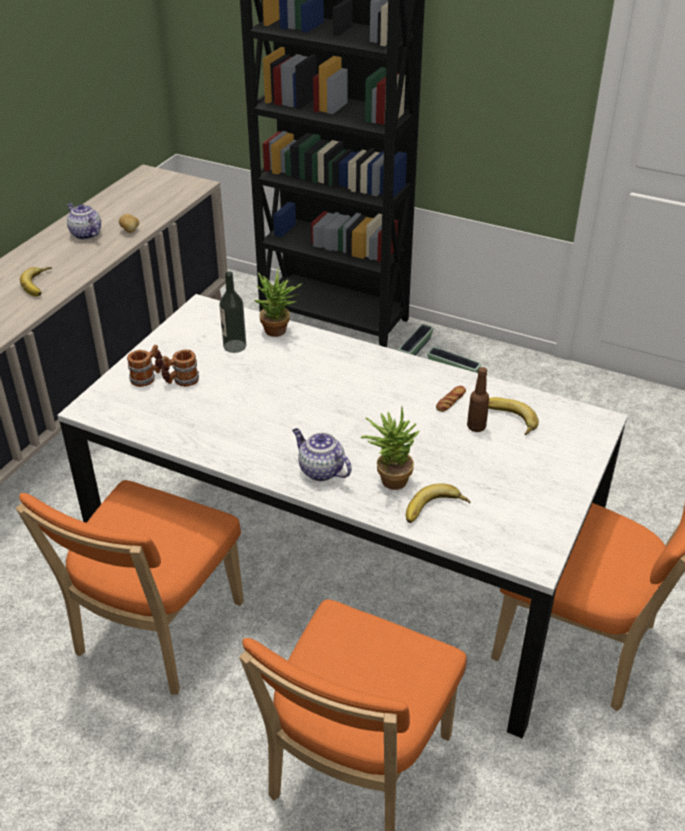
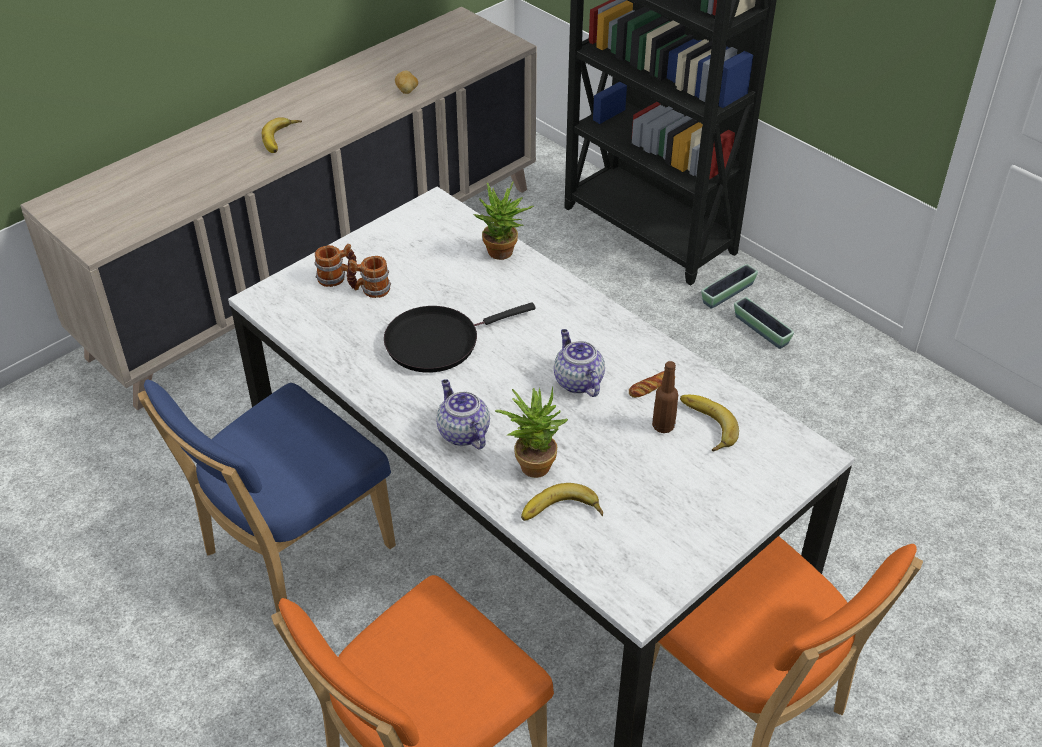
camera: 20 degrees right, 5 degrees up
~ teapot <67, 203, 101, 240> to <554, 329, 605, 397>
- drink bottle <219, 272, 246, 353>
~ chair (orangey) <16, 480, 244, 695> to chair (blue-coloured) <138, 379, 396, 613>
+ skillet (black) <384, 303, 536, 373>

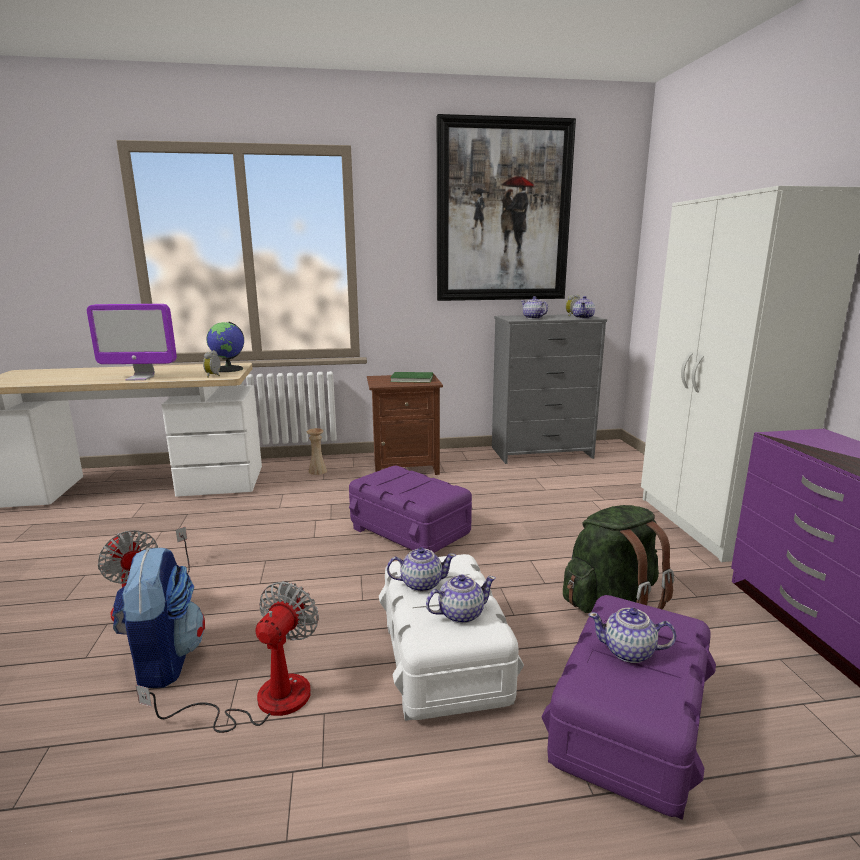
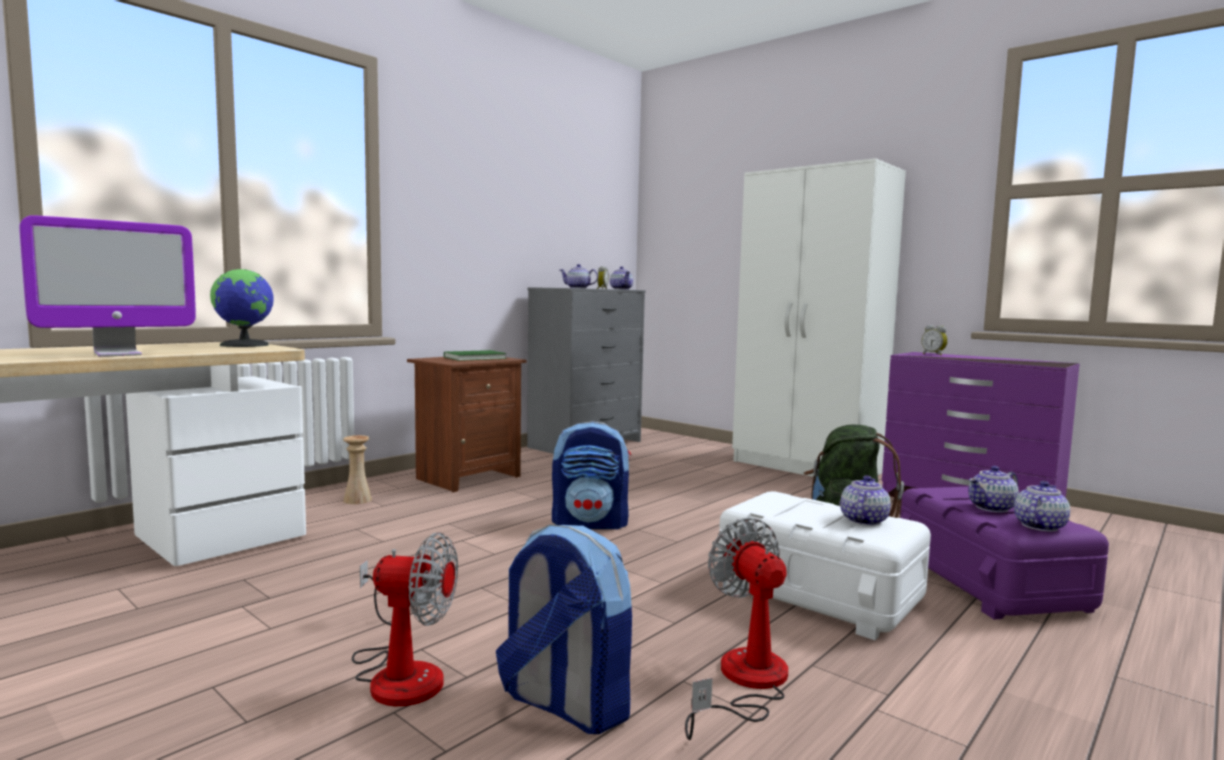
camera: 40 degrees left, 10 degrees down
- wall picture <437, 114, 576, 301>
~ bedside clock <203, 350, 220, 378> to <922, 325, 948, 356>
~ storage box (purple) <349, 466, 472, 553> to backpack <552, 421, 631, 530>
~ teapot <387, 547, 456, 592> to <1014, 481, 1070, 532>

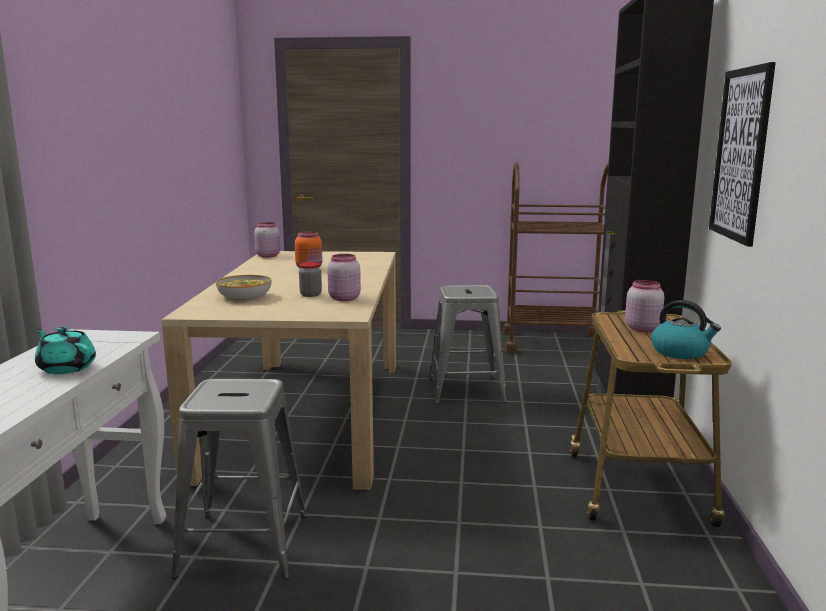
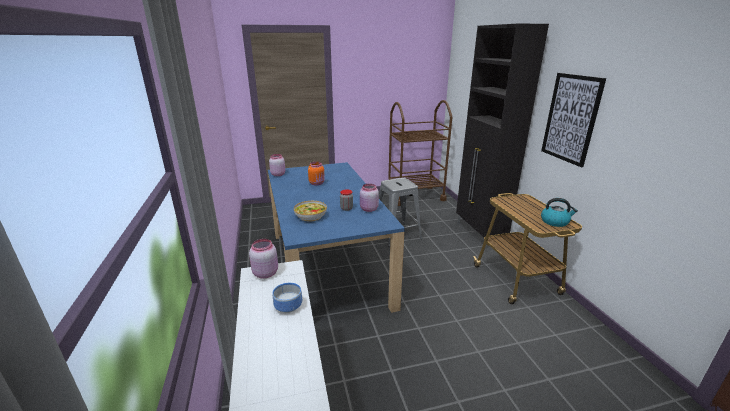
camera: 20 degrees left, 10 degrees up
~ dining table (sand-coloured) <162, 251, 396, 490> to dining table (blue-coloured) <268, 162, 405, 313>
~ preserve jar (pink-coloured) <625, 280, 664, 332> to <249, 239, 278, 279>
~ teapot (turquoise) <35, 327, 96, 374> to bowl <272, 283, 302, 313>
- stool seat (grey) <171, 379, 307, 579>

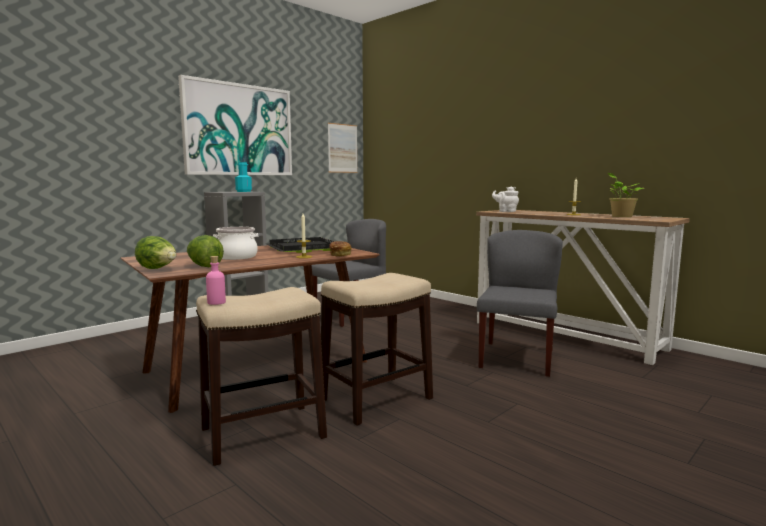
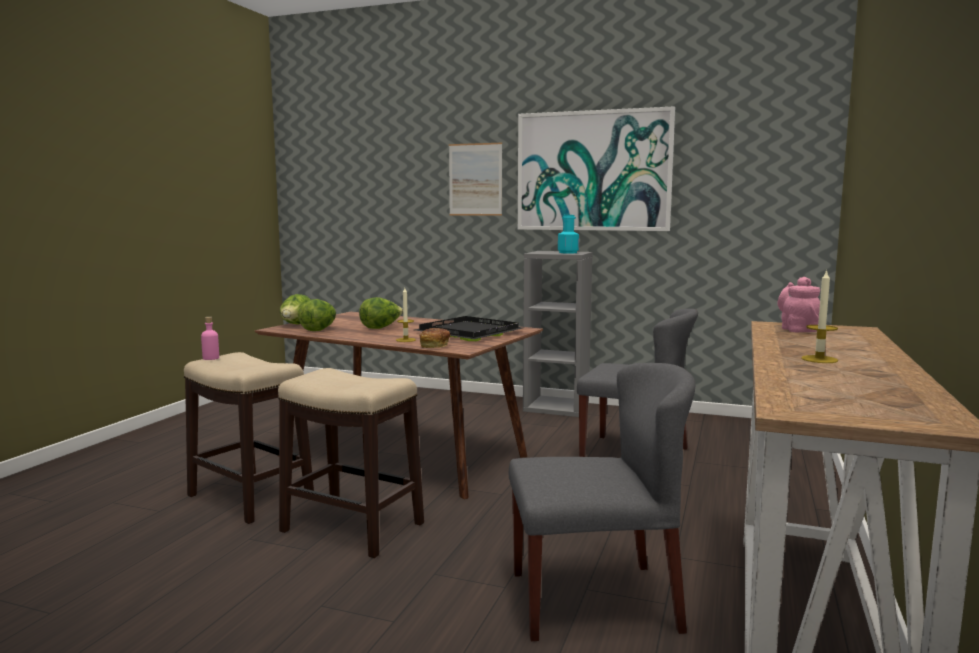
camera: 65 degrees right, 0 degrees up
~ wall picture <328, 123, 358, 173> to <449, 143, 502, 216>
- houseplant <608, 173, 644, 217>
~ teapot (whitish) <492, 187, 519, 212> to teapot (pink-coloured) <778, 277, 820, 332>
~ stockpot <213, 227, 258, 260> to head of lettuce <359, 297, 403, 329>

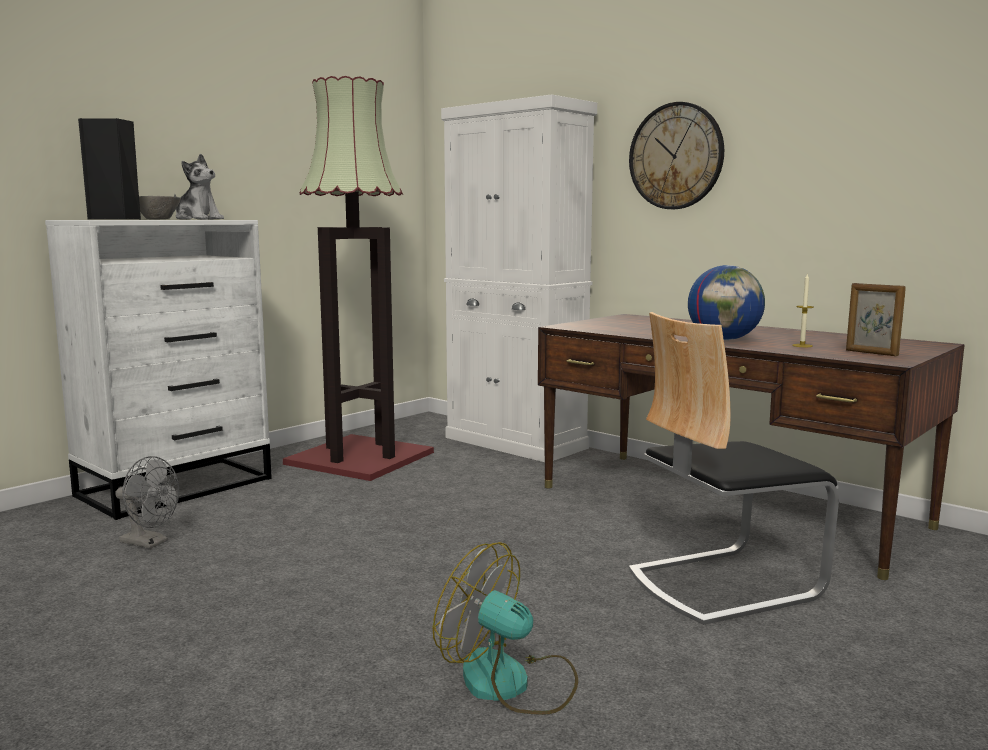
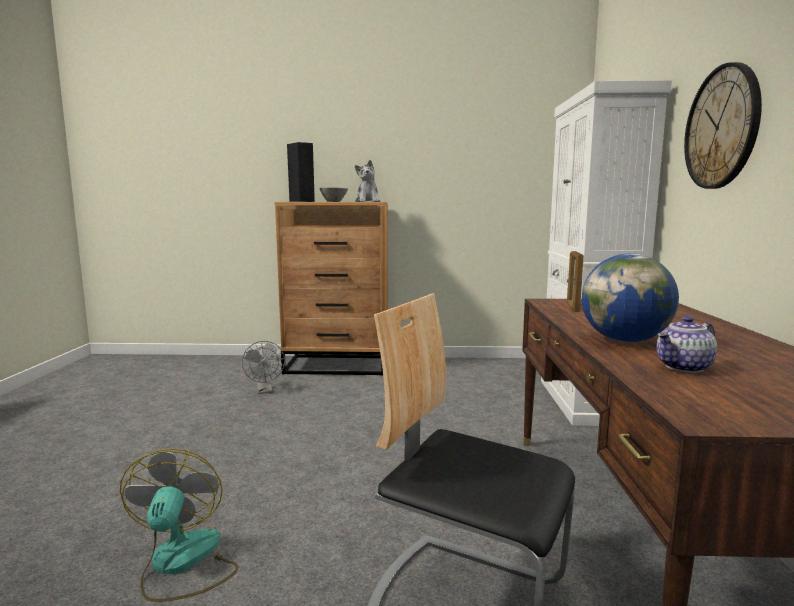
camera: 50 degrees right, 0 degrees up
- floor lamp <283, 76, 434, 481>
~ drawer chest (whitish) <45, 220, 272, 520> to drawer chest (brown-coloured) <275, 202, 388, 376>
~ wax candle <792, 273, 814, 347> to teapot <657, 316, 717, 373>
~ standing frame <846, 283, 906, 356> to <567, 251, 584, 312>

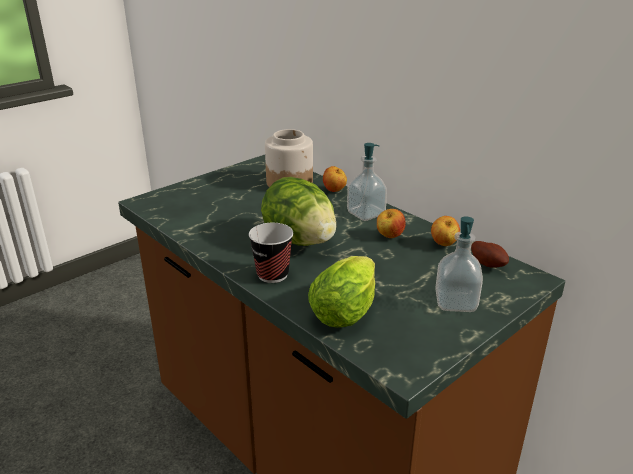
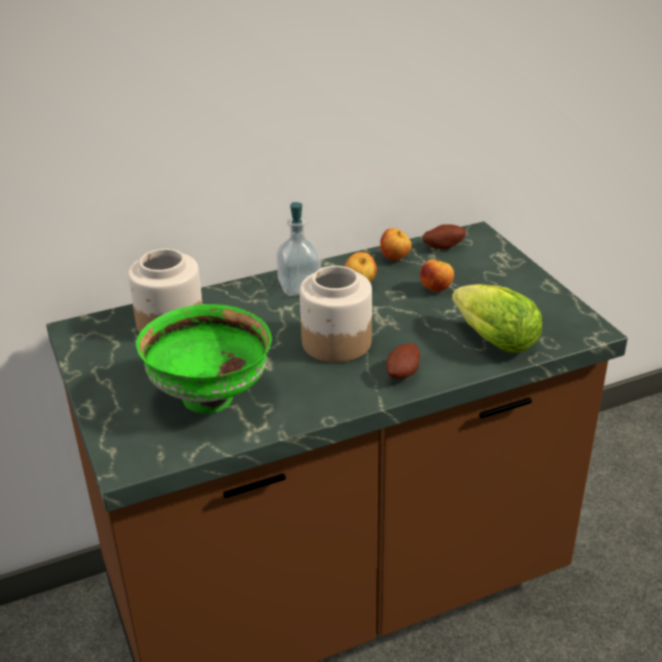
camera: 70 degrees left, 5 degrees up
~ whole apple <323, 166, 347, 192> to <420, 260, 454, 292>
~ head of lettuce <261, 177, 337, 246> to preserve jar <300, 266, 372, 363>
- soap dispenser <435, 216, 483, 312>
~ small cup <249, 223, 293, 283> to whole potato <386, 343, 420, 379>
+ bowl (green-coloured) <136, 304, 272, 414>

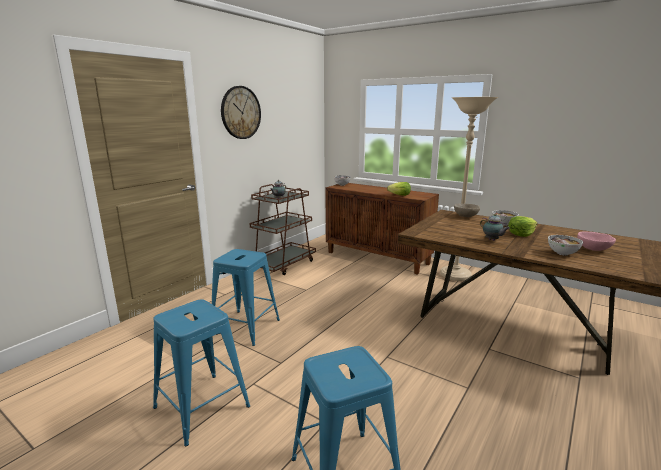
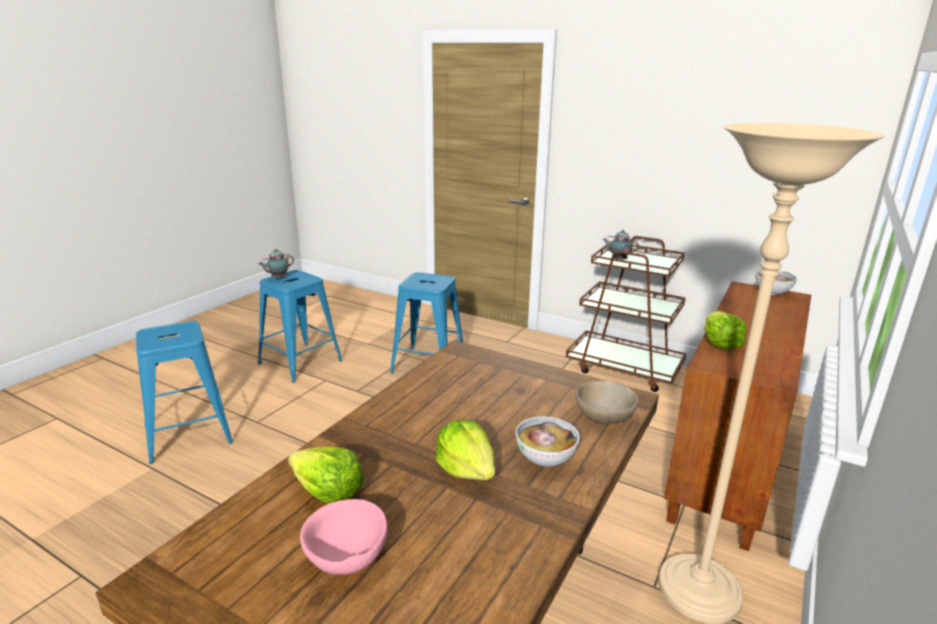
camera: 85 degrees right, 5 degrees up
- clock on the wall <221, 86, 261, 139>
~ teapot <480, 214, 510, 241> to <258, 249, 294, 279>
~ bowl <548, 235, 583, 255> to head of lettuce <288, 447, 364, 504>

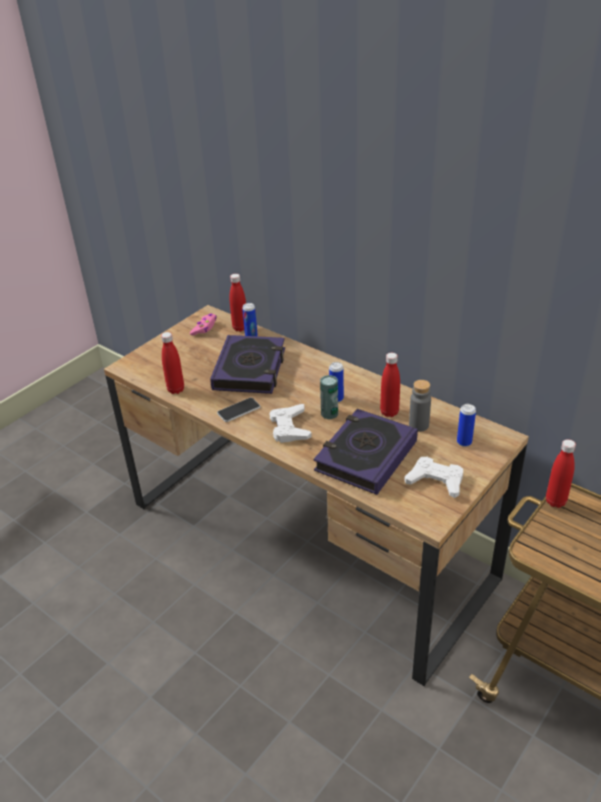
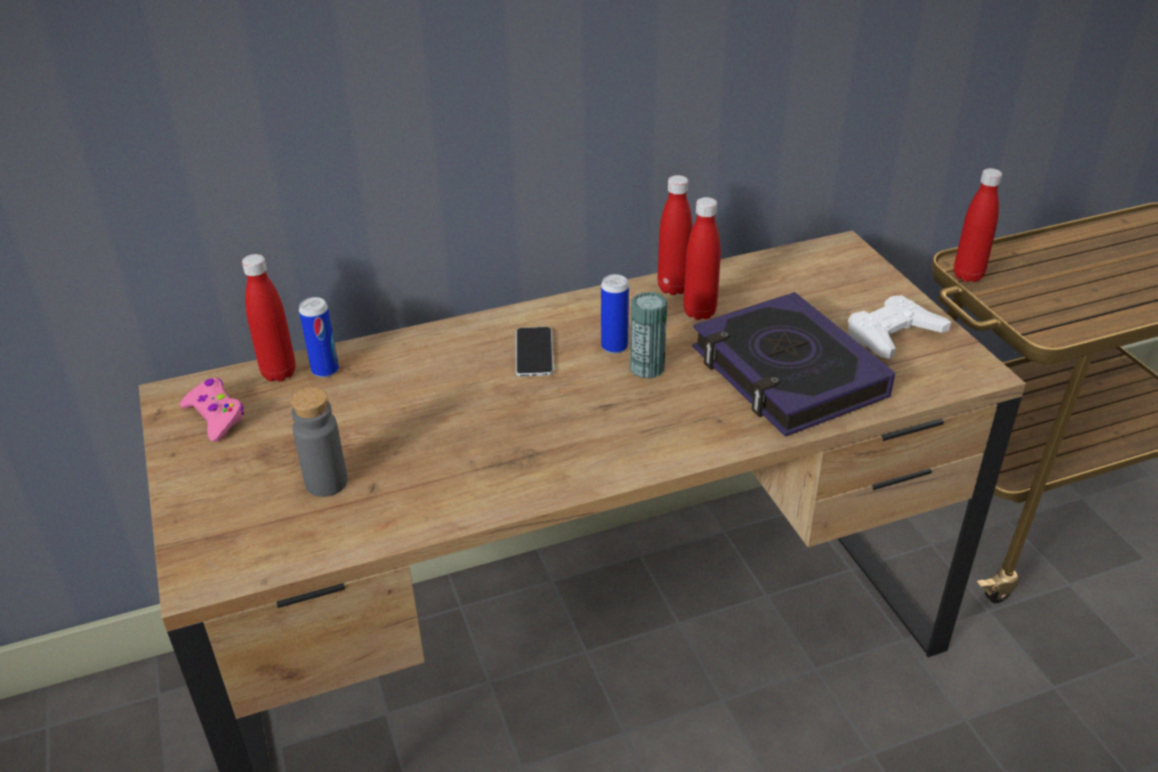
camera: 60 degrees left, 0 degrees up
~ drink bottle (reddish) <161, 332, 184, 394> to <658, 175, 693, 295>
- volume <210, 335, 285, 394>
~ drink bottle (grey) <409, 380, 431, 432> to <291, 387, 348, 497>
~ telephone <217, 397, 261, 422> to <516, 327, 554, 376>
- joypad (whitish) <269, 404, 312, 443>
- sealed can <457, 404, 476, 447>

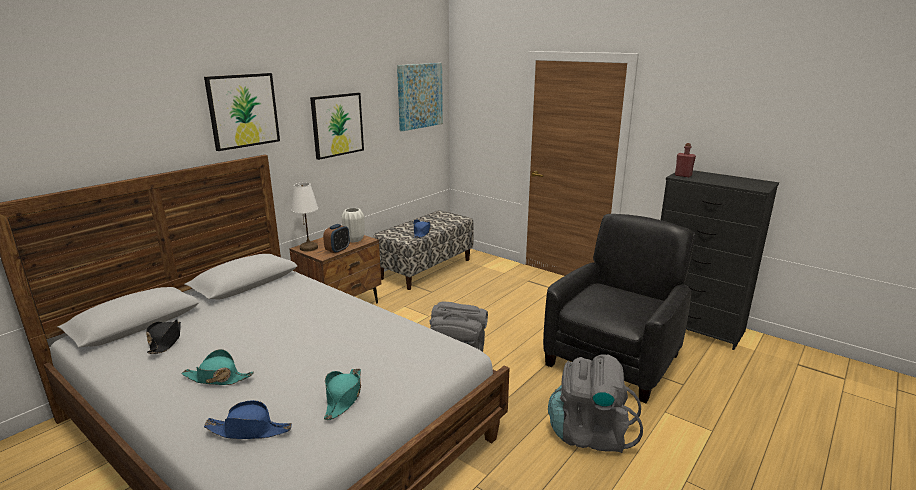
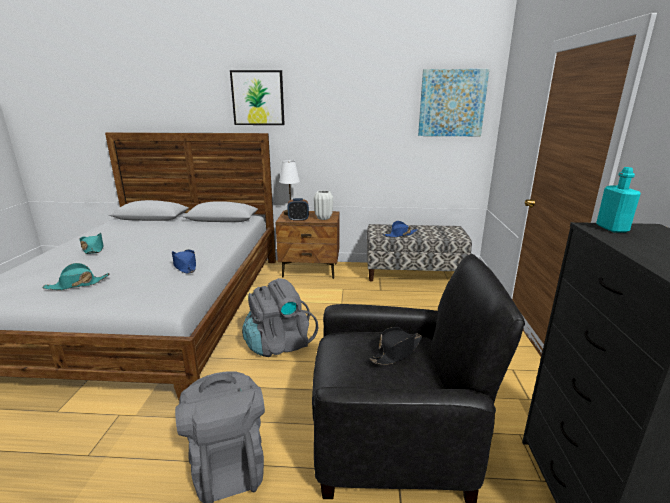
camera: 55 degrees right, 0 degrees up
- wall picture <310, 93, 364, 160>
~ drink bottle (reddish) <675, 143, 696, 177> to drink bottle (turquoise) <596, 167, 641, 233>
~ hat (black) <146, 320, 181, 354> to <369, 327, 422, 365>
~ hat (blue-coloured) <204, 400, 292, 439> to <172, 250, 196, 274>

